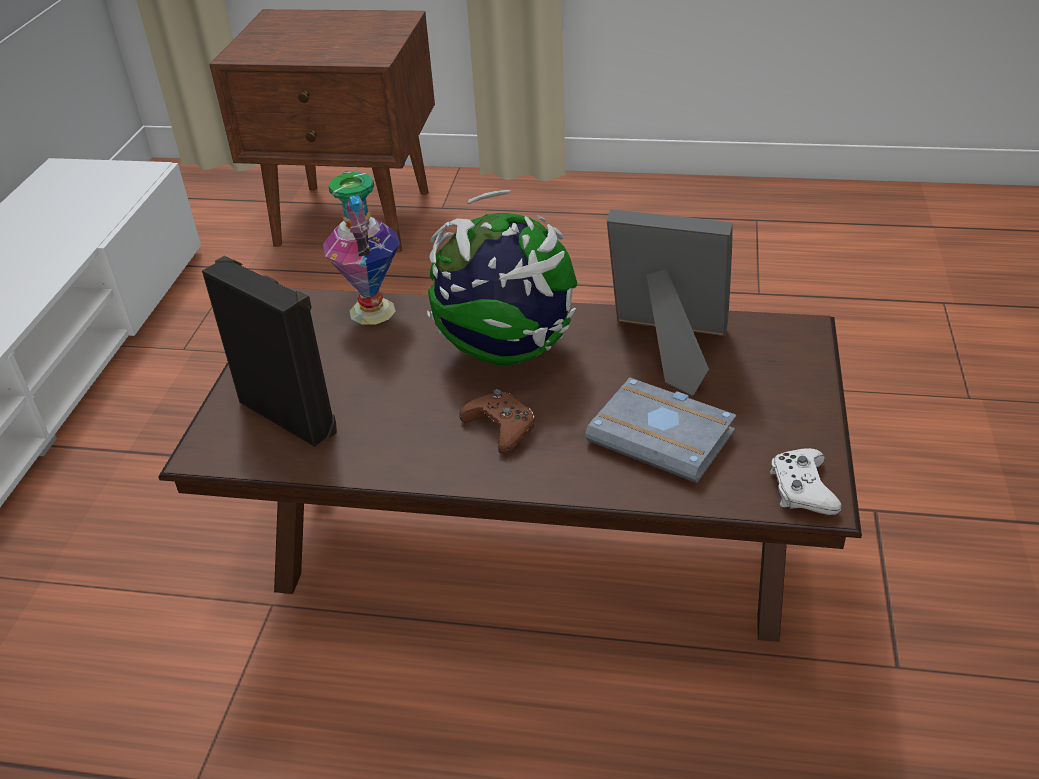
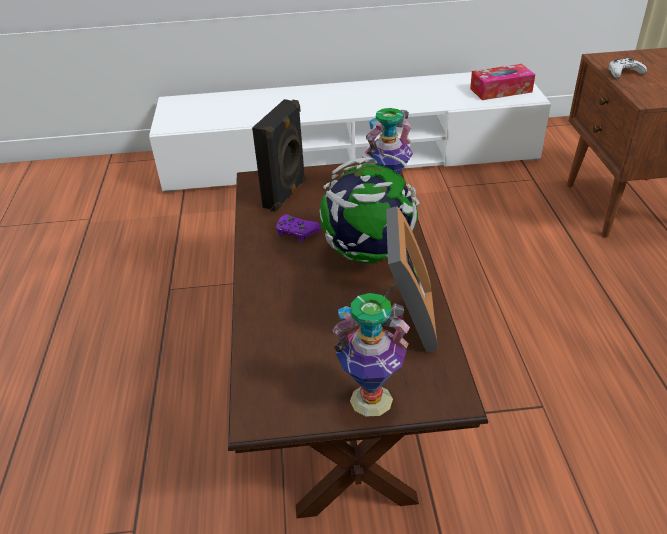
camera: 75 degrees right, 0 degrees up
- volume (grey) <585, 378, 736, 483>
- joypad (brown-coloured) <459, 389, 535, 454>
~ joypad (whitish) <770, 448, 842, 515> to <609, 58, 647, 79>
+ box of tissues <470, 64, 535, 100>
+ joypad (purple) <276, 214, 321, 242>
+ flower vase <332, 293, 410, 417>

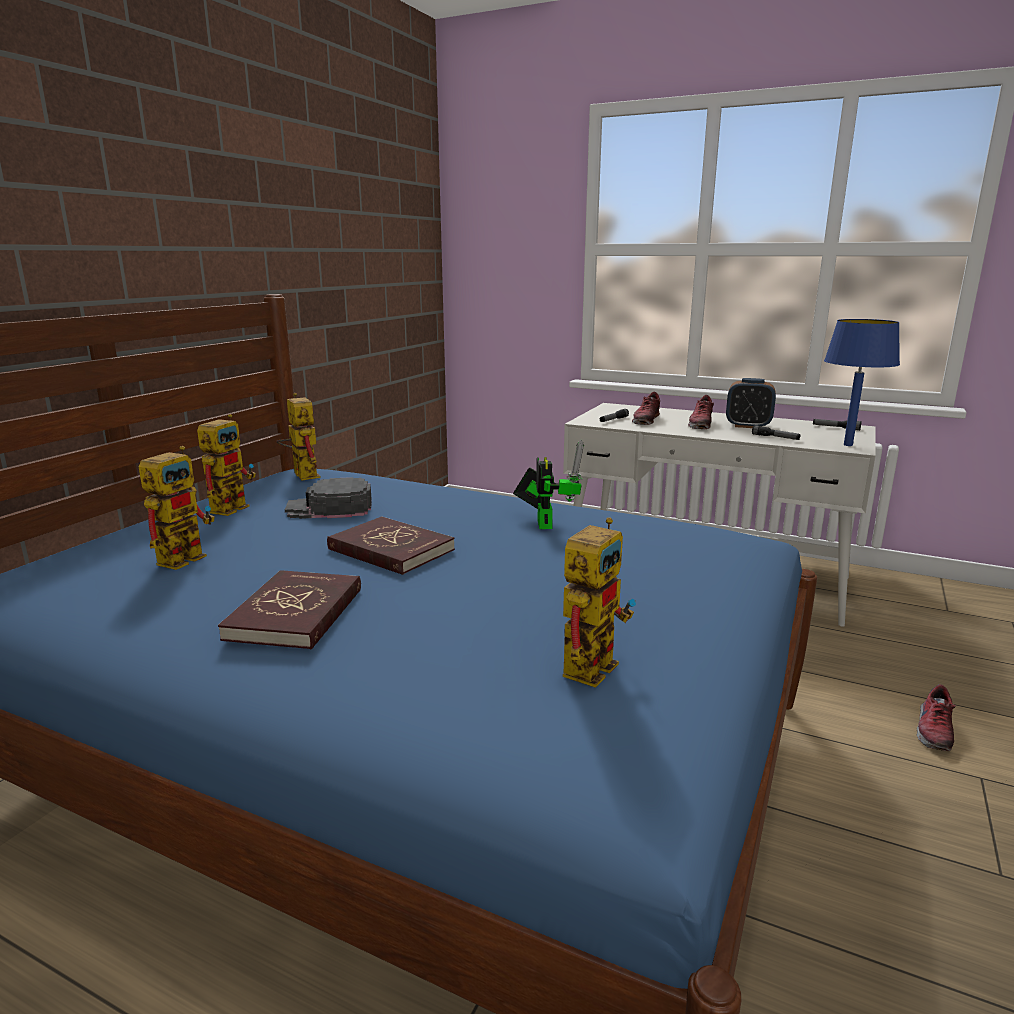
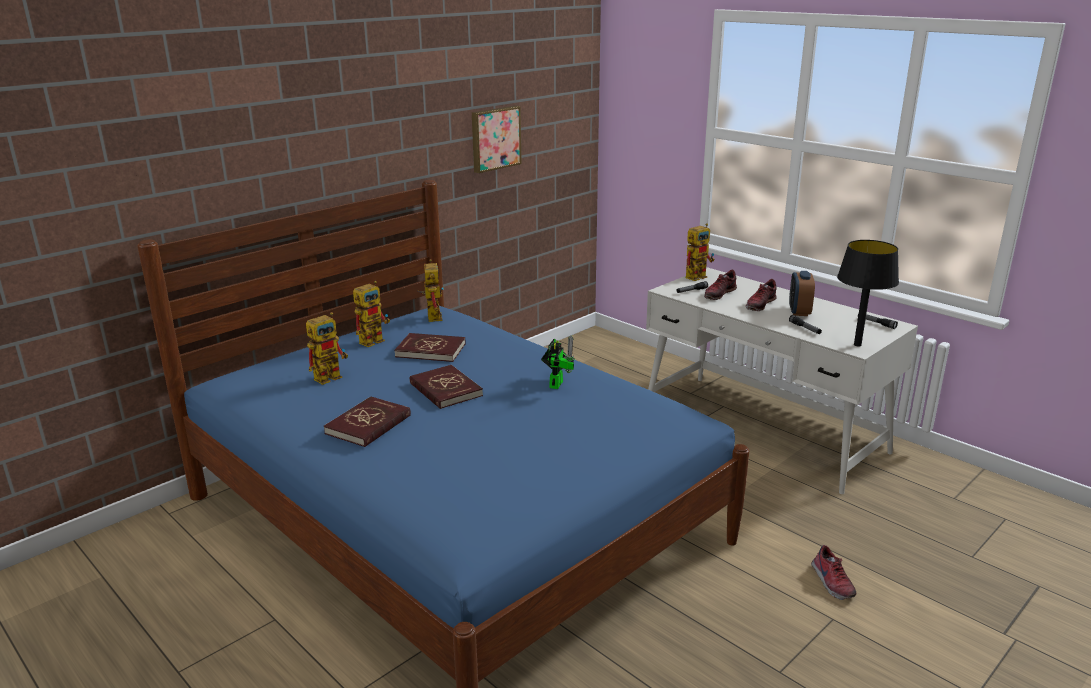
camera: 20 degrees right, 5 degrees up
~ tabletop lamp (blue-coloured) <824, 319, 900, 446> to tabletop lamp (black) <837, 240, 899, 346>
~ bedside clock <726, 378, 776, 428> = <789, 271, 815, 316> 60 degrees clockwise
~ baseball cap (black) <285, 477, 372, 519> to volume (reddish) <394, 333, 466, 362>
~ robot figure <563, 517, 636, 688> to <685, 223, 715, 281>
~ low shoe <917, 684, 956, 751> = <811, 545, 856, 600> 60 degrees counterclockwise
+ wall picture <472, 106, 522, 173>

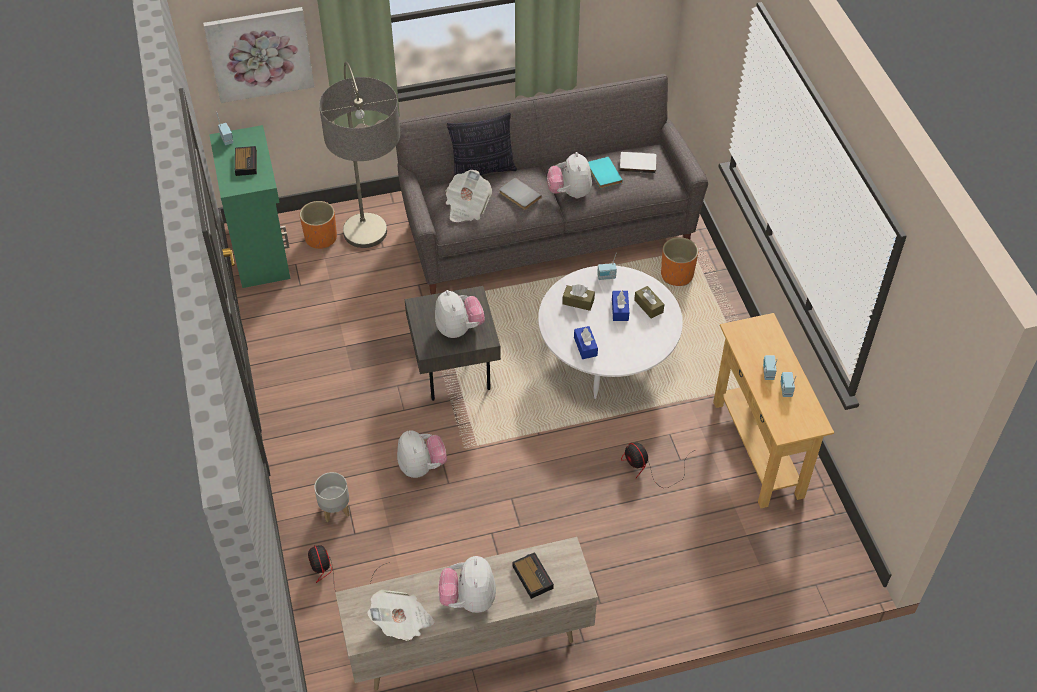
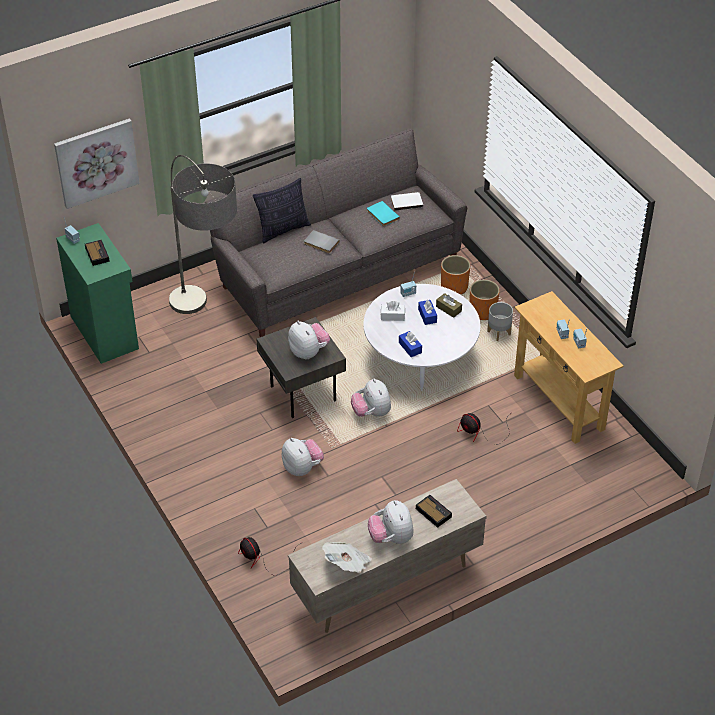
camera: 15 degrees left, 5 degrees down
~ soft toy <547, 152, 592, 199> to <351, 378, 391, 417>
- newspaper <445, 170, 492, 222>
~ flower pot (orangey) <300, 201, 337, 249> to <470, 279, 500, 320>
~ box of tissues (brown-coloured) <562, 284, 595, 311> to box of tissues (whitish) <381, 301, 405, 321>
~ flower pot (grey) <314, 472, 350, 522> to <487, 302, 513, 341>

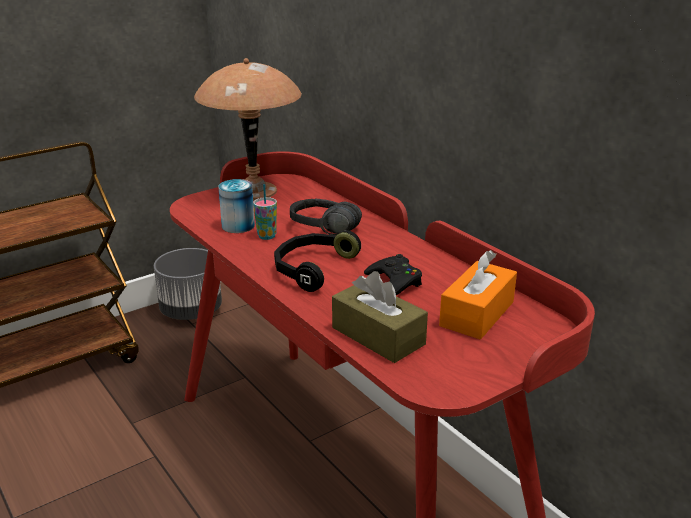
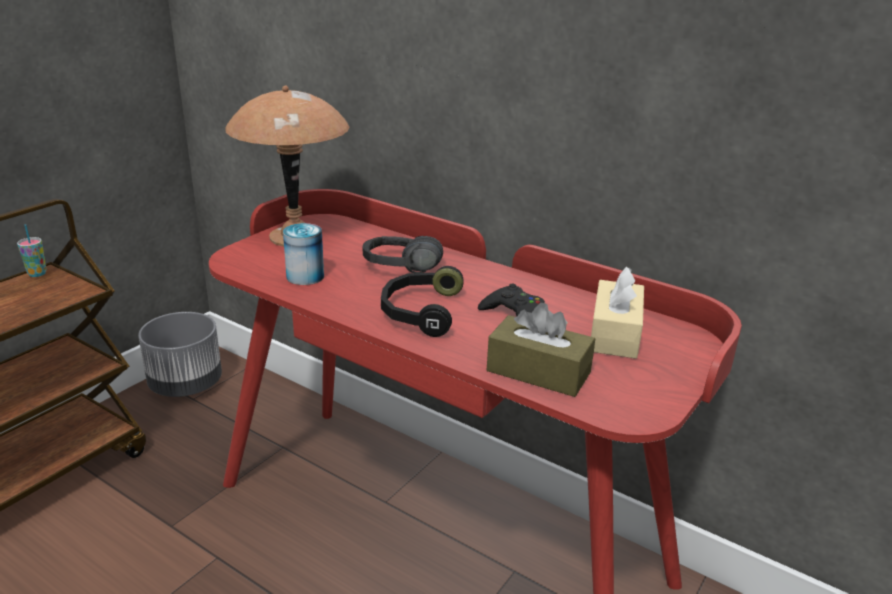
camera: 20 degrees left, 0 degrees up
~ small cup <253, 184, 277, 240> to <17, 225, 47, 277>
~ box of tissues (orangey) <439, 250, 517, 340> to box of tissues (sand-coloured) <591, 267, 644, 359>

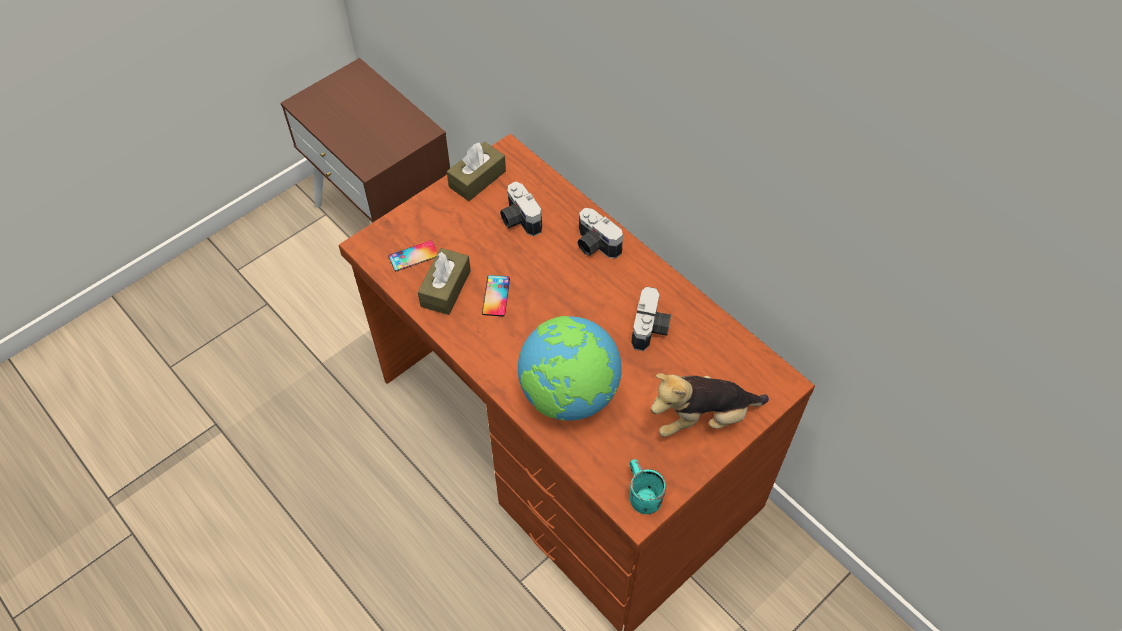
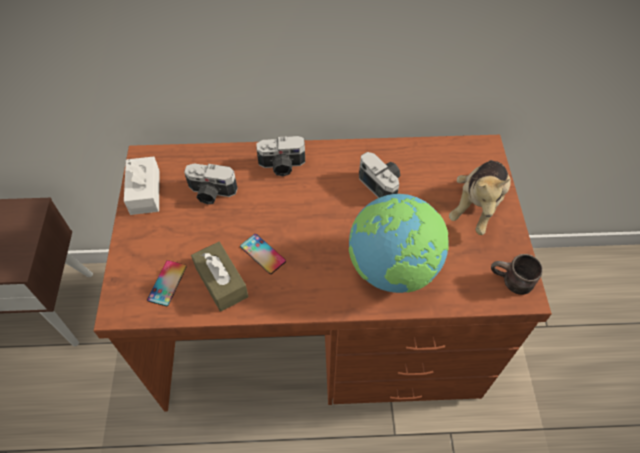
camera: 50 degrees left, 0 degrees up
~ box of tissues (brown-coloured) <447, 142, 506, 201> to box of tissues (whitish) <124, 156, 160, 215>
~ coffee mug (turquoise) <630, 459, 666, 514> to coffee mug (brown-coloured) <491, 254, 543, 295>

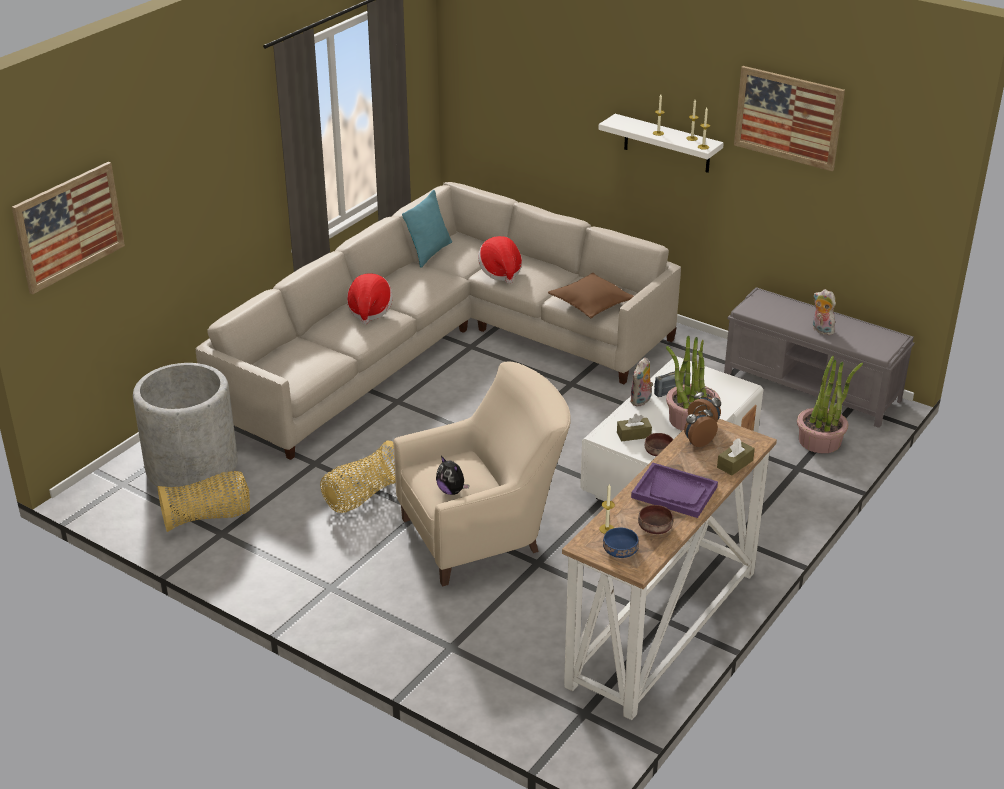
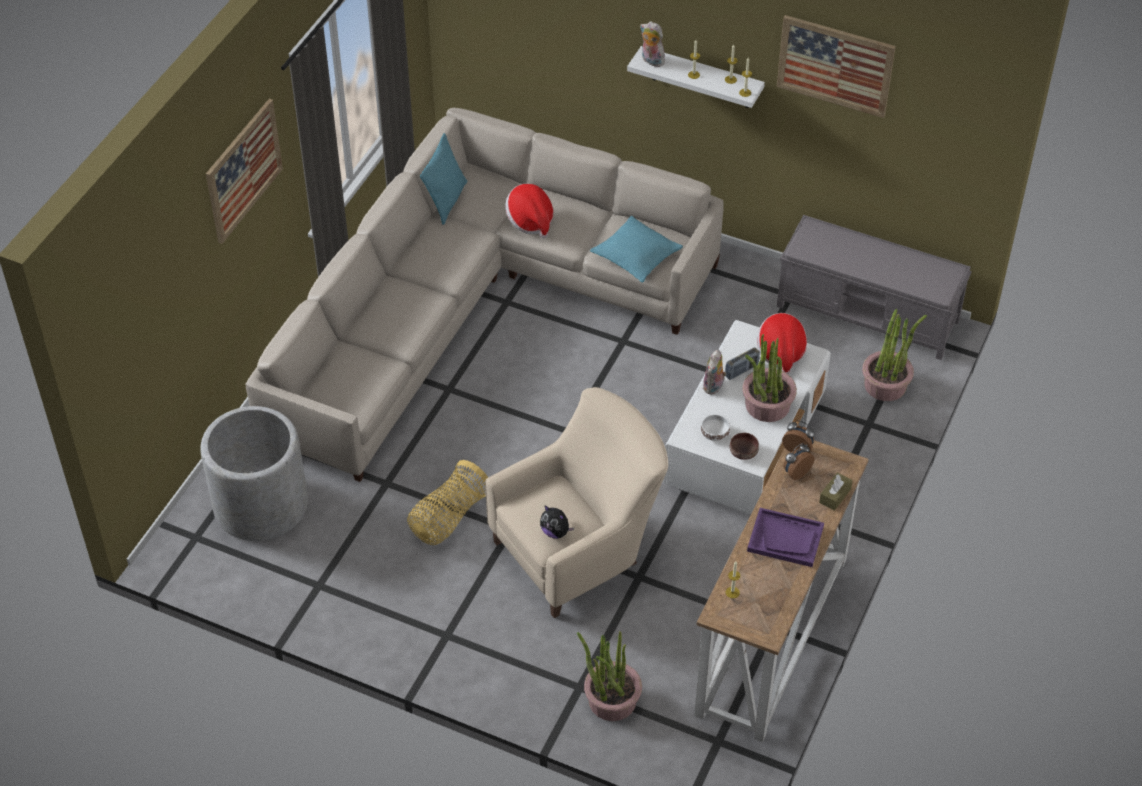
camera: 10 degrees left, 15 degrees up
~ wall picture <12, 162, 125, 295> to <206, 99, 283, 244>
~ hat <347, 273, 393, 324> to <757, 313, 807, 374>
~ pillow (brown-coloured) <548, 273, 634, 318> to pillow (turquoise) <590, 216, 683, 282>
~ soft toy <813, 289, 837, 335> to <640, 21, 666, 67>
~ box of tissues (brown-coloured) <617, 414, 652, 441> to bowl (whitish) <701, 414, 730, 441>
- storage basket <158, 471, 250, 532>
- bowl (brown-coloured) <638, 505, 673, 534>
- bowl (blue-coloured) <603, 527, 639, 558>
+ houseplant <577, 631, 642, 721>

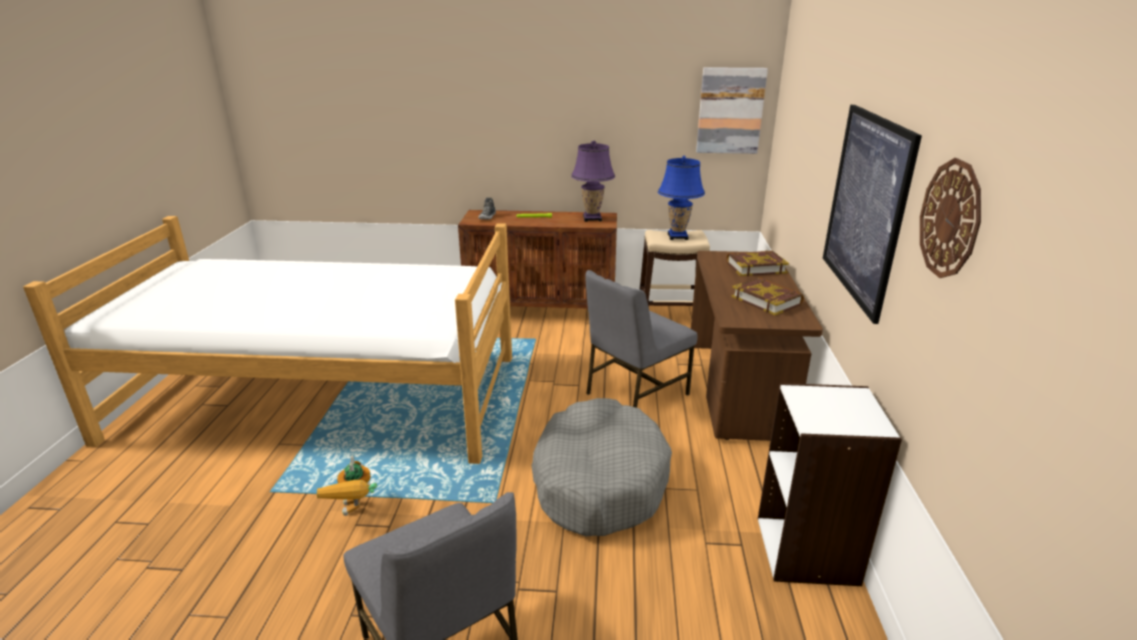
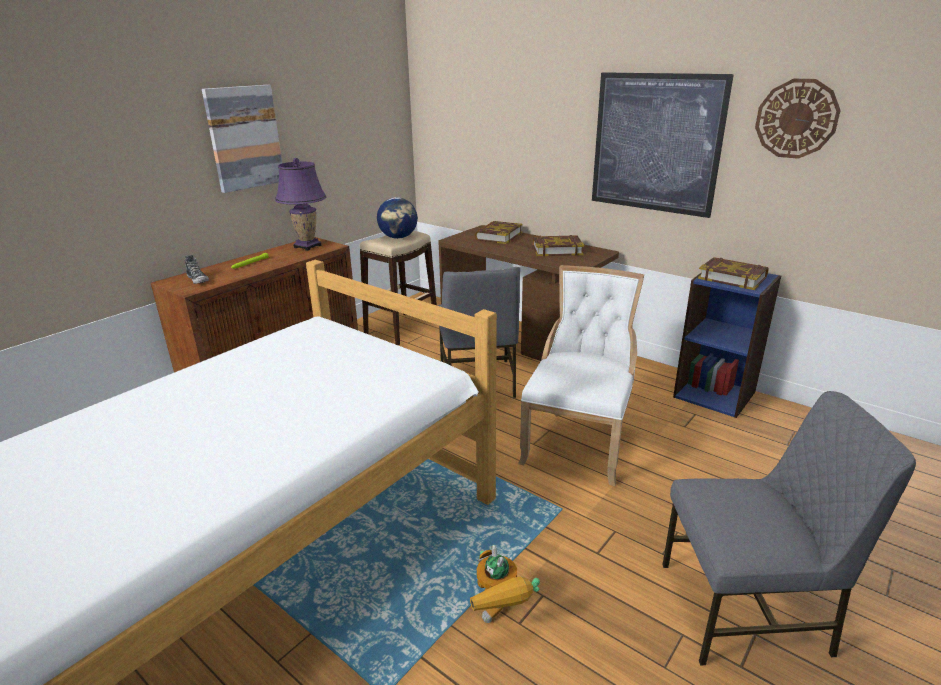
camera: 55 degrees left, 0 degrees up
~ wall picture <696, 67, 768, 154> to <202, 85, 282, 193>
~ tabletop lamp (blue-coloured) <658, 156, 705, 240> to desk globe <377, 197, 418, 239>
~ bookshelf (whitish) <758, 383, 902, 586> to bookshelf (blue-coloured) <673, 272, 781, 418>
~ dog cushion (grey) <531, 398, 672, 537> to chair (whitish) <518, 265, 644, 486>
~ robot figure <317, 455, 377, 516> = <470, 545, 540, 623> 45 degrees clockwise
+ volume <698, 257, 769, 290>

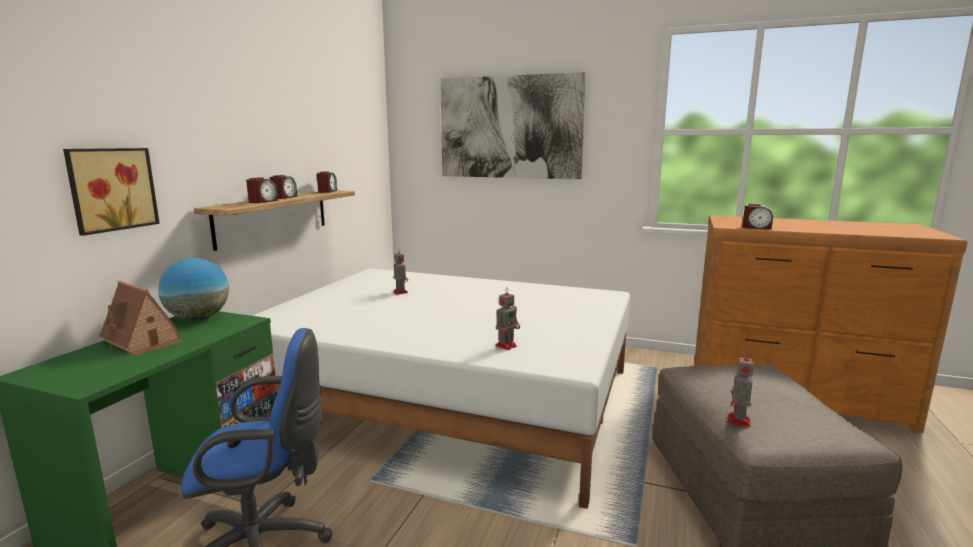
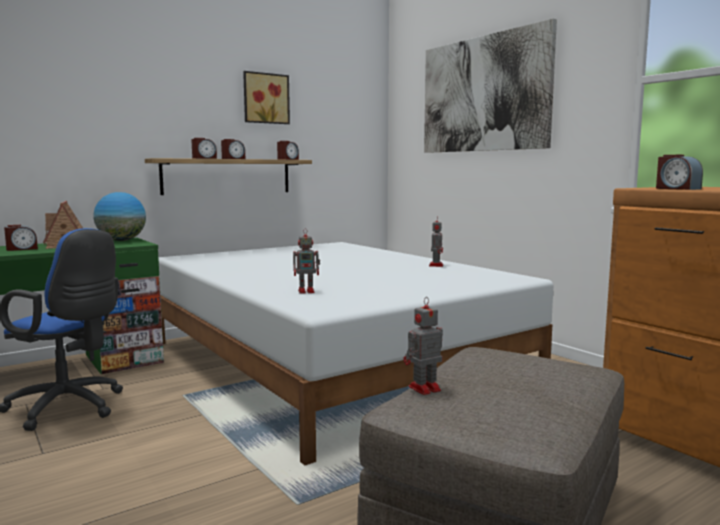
camera: 35 degrees right, 5 degrees down
~ wall picture <63, 148, 160, 236> to <243, 71, 290, 124>
~ robot figure <393, 249, 408, 295> to <429, 220, 443, 267>
+ bedside clock <4, 225, 38, 251>

